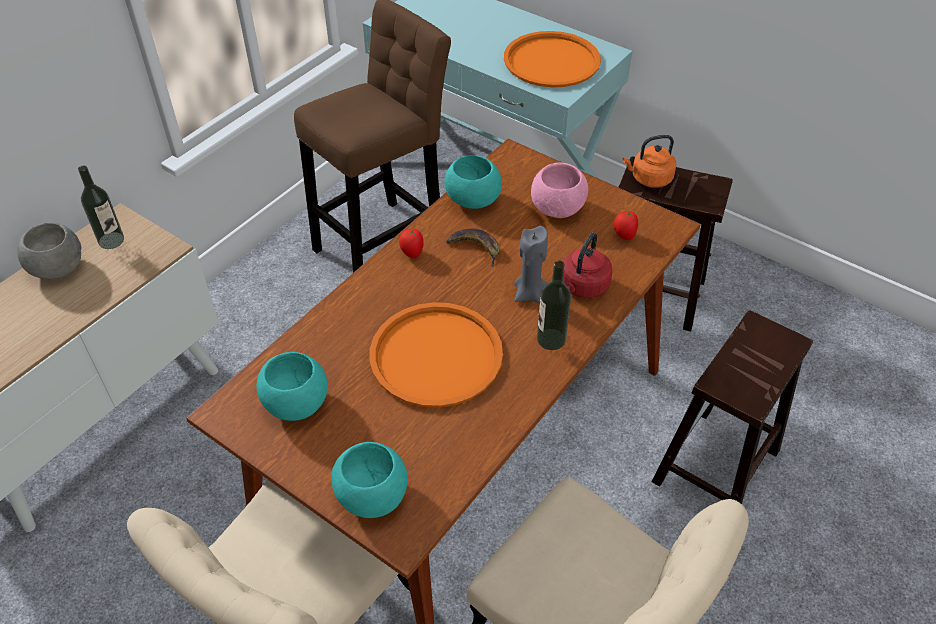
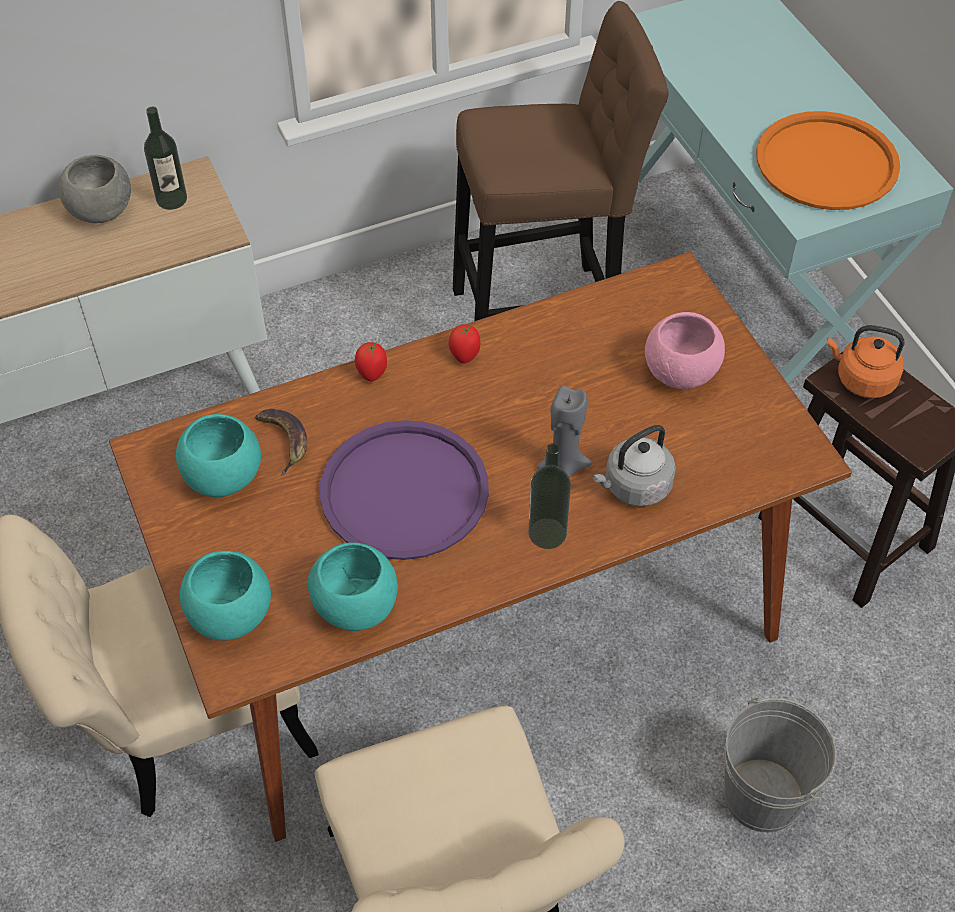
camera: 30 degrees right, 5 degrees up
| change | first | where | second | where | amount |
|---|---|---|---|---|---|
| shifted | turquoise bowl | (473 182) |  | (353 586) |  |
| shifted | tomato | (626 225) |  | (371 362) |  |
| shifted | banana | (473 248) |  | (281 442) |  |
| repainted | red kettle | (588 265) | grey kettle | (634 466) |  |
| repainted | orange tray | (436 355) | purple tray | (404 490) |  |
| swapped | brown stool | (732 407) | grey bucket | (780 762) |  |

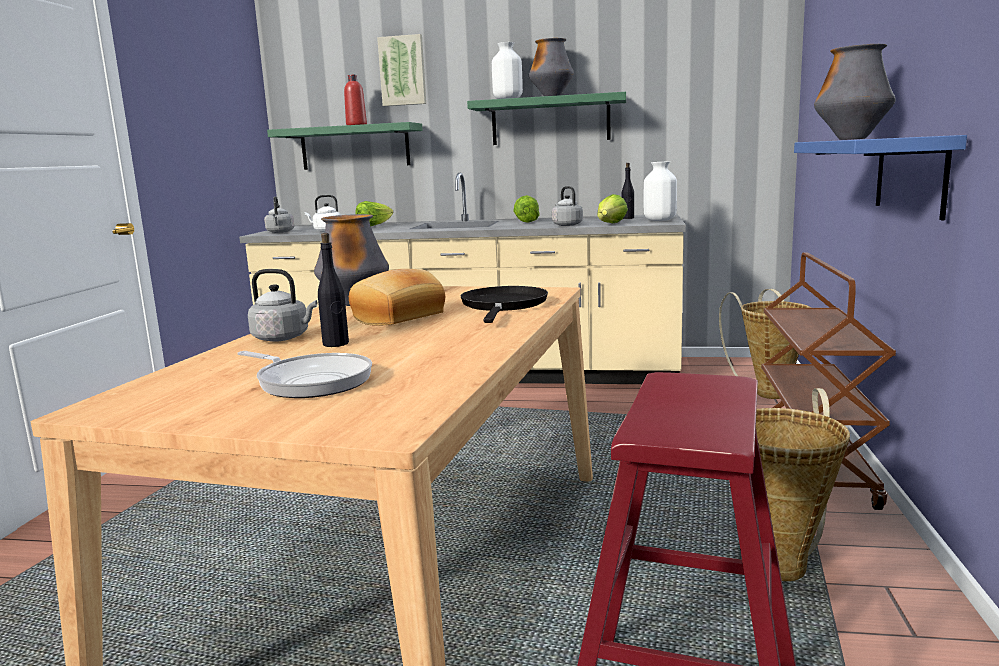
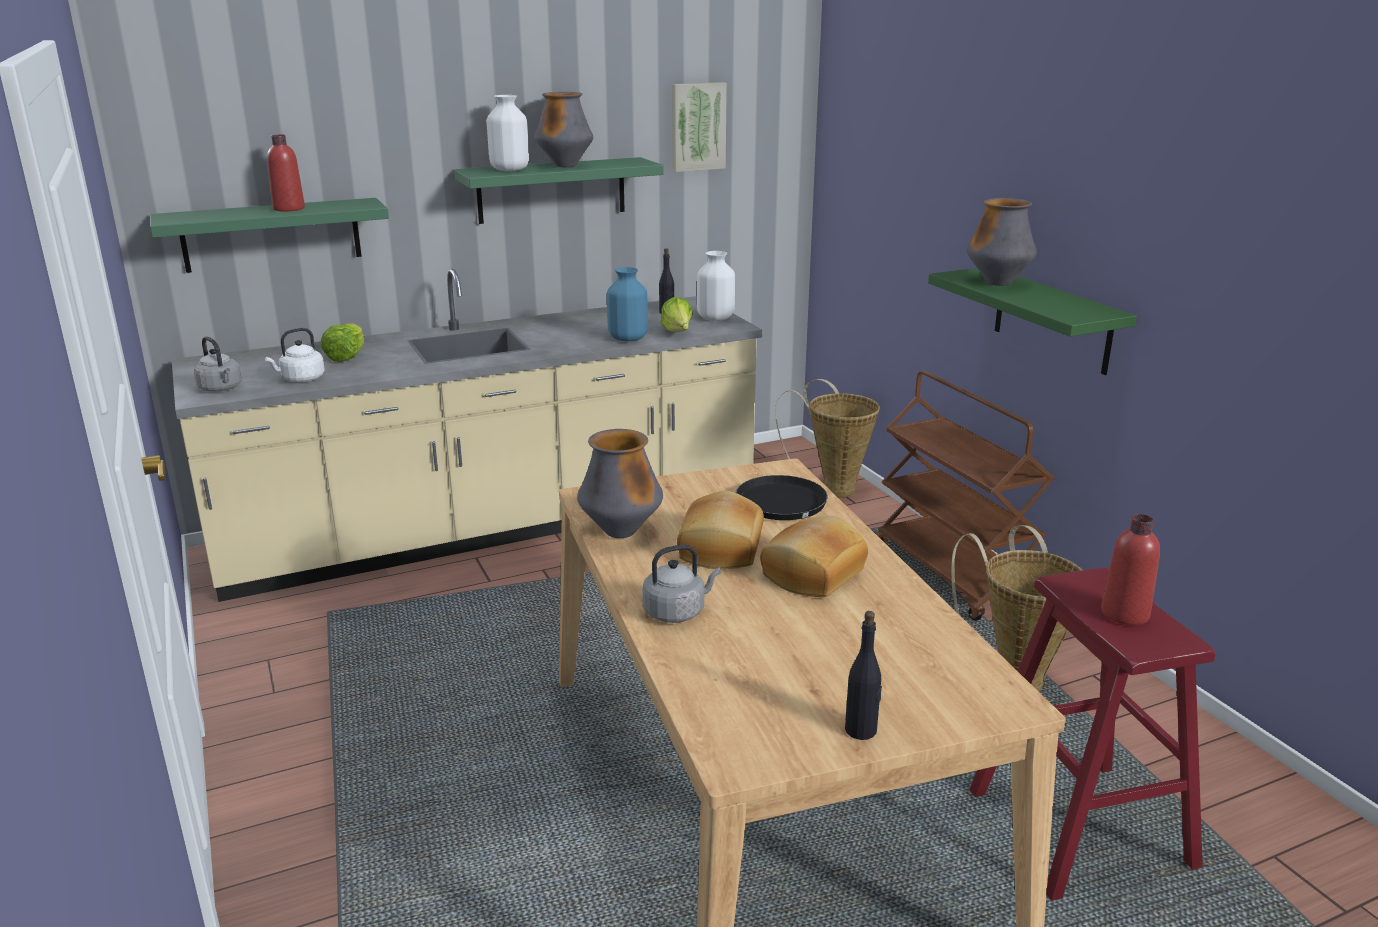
camera: 35 degrees left, 10 degrees up
| change | first | where | second | where | amount |
|---|---|---|---|---|---|
| shifted | picture | (401 70) |  | (699 127) |  |
| repainted | blue shelf | (880 177) | green shelf | (1032 321) |  |
| swapped | grey kettle | (567 206) | blue vase | (627 304) |  |
| gone | lettuce | (526 209) |  |  |  |
| shifted | black bottle | (333 290) |  | (863 675) |  |
| gone | frying pan | (304 374) |  |  |  |
| new |  |  | red bottle | (1130 569) |  |
| new |  |  | bread | (814 556) |  |

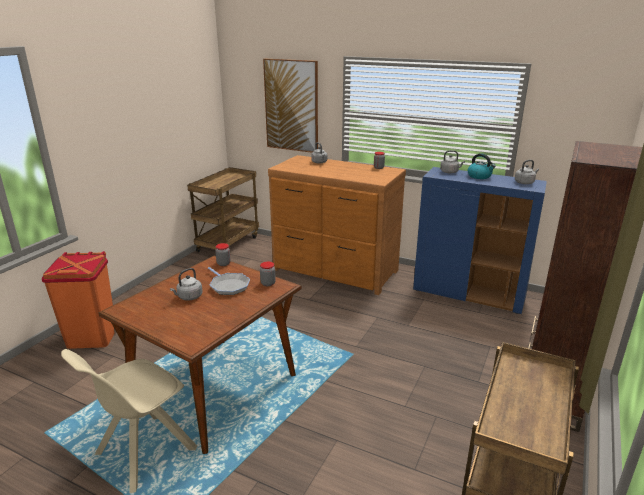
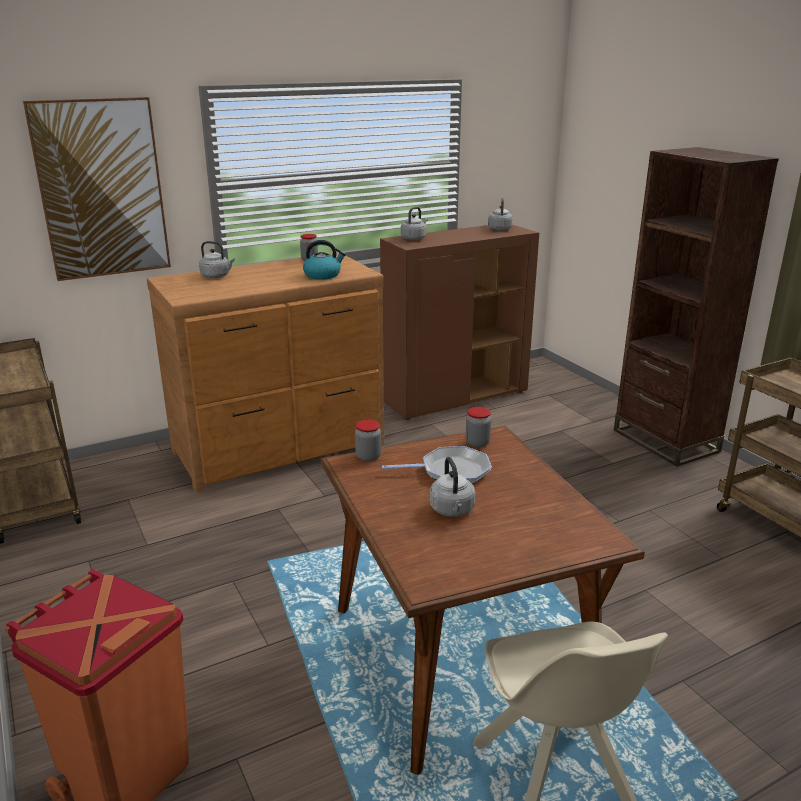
camera: 55 degrees left, 0 degrees up
| change | first | where | second | where | amount |
|---|---|---|---|---|---|
| shifted | kettle | (482 166) |  | (324 260) |  |
| repainted | blue cabinet | (480 240) | brown cabinet | (459 322) |  |

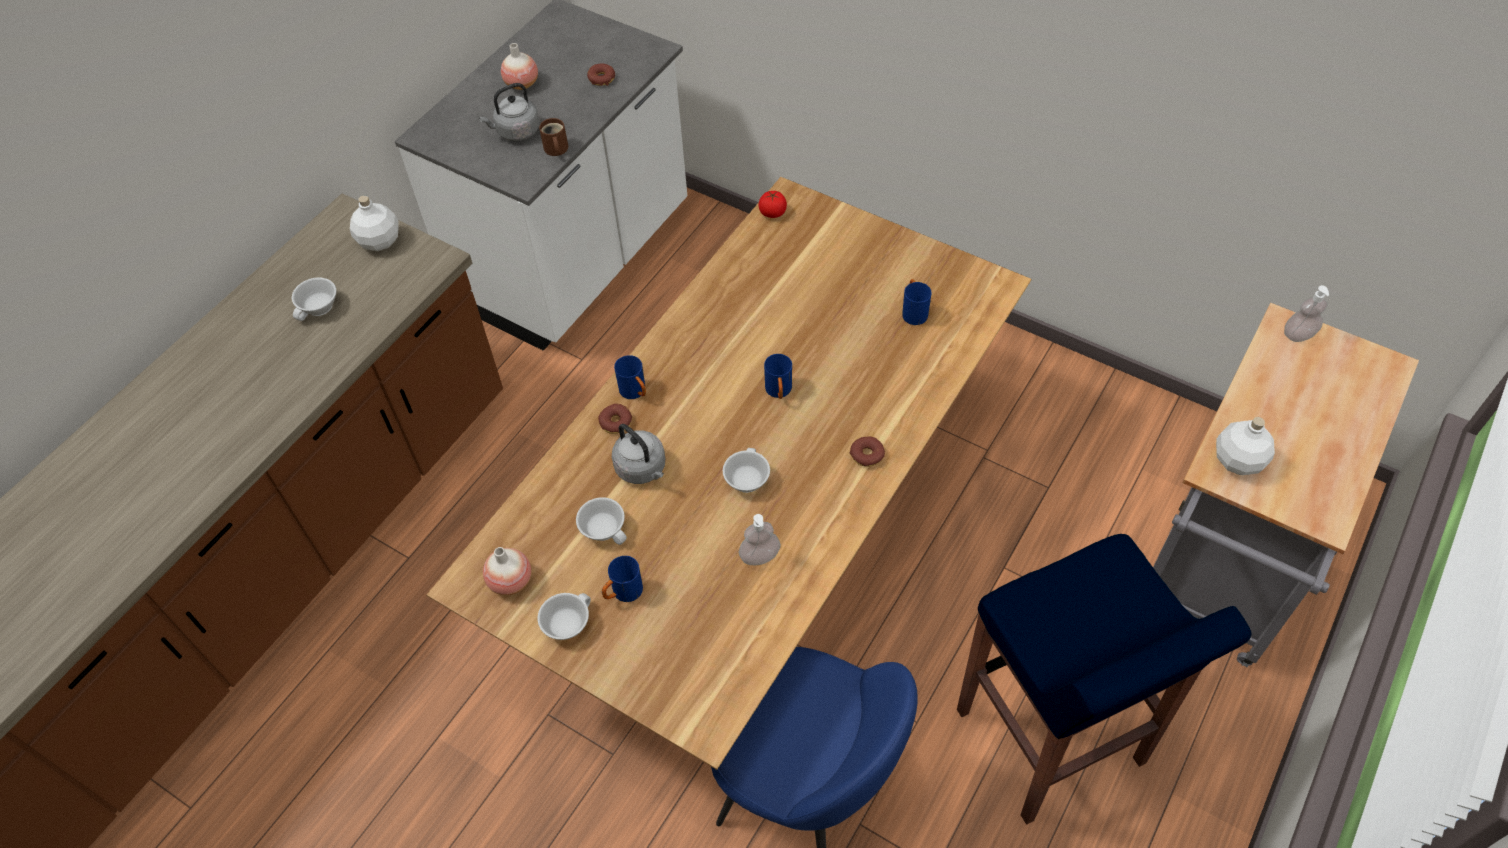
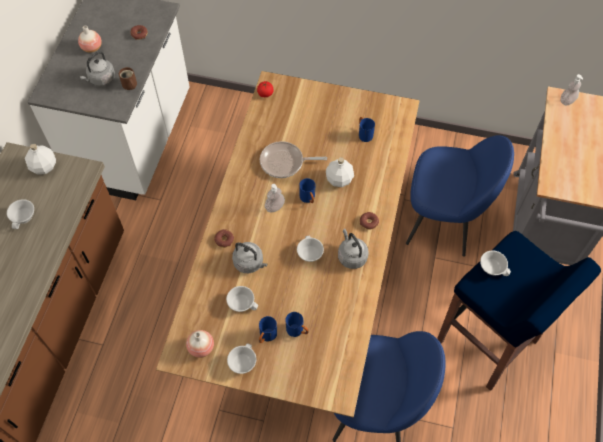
camera: 20 degrees left, 5 degrees up
| change | first | where | second | where | amount |
|---|---|---|---|---|---|
| shifted | blue mug | (630 377) |  | (297 324) |  |
| shifted | white bottle | (1245 446) |  | (340 172) |  |
| shifted | soap dispenser | (759 539) |  | (275 198) |  |
| new |  |  | blue chair | (460 196) |  |
| new |  |  | frying pan | (293 159) |  |
| new |  |  | grey kettle | (353 249) |  |
| new |  |  | white cup | (495 263) |  |

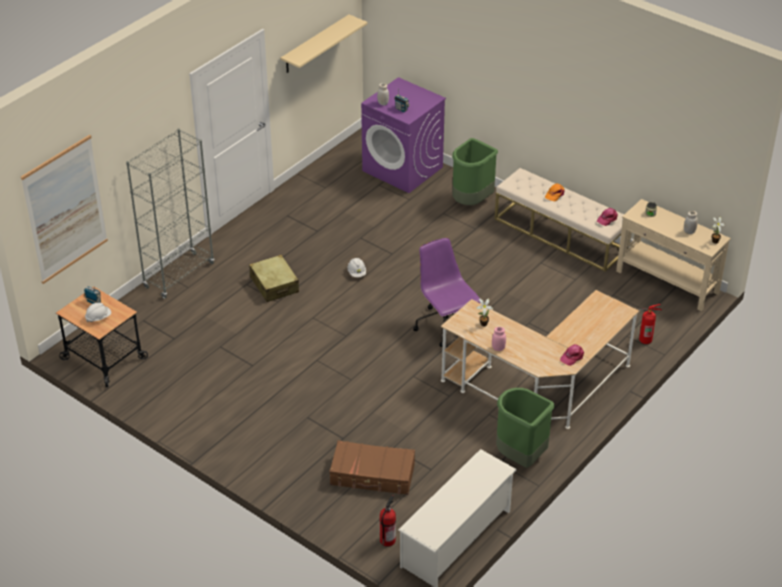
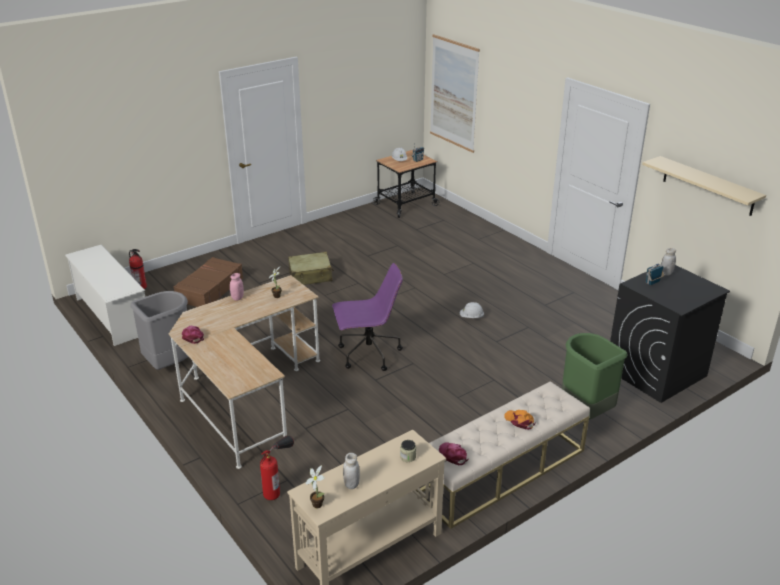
camera: 105 degrees right, 10 degrees down
| change | first | where | second | where | amount |
|---|---|---|---|---|---|
| repainted | purple washing machine | (403 135) | black washing machine | (670 334) |  |
| gone | grey bookcase | (170 214) |  |  |  |
| shifted | beige suitcase | (274 278) |  | (311 268) |  |
| repainted | green trash can | (525 428) | grey trash can | (159 330) |  |

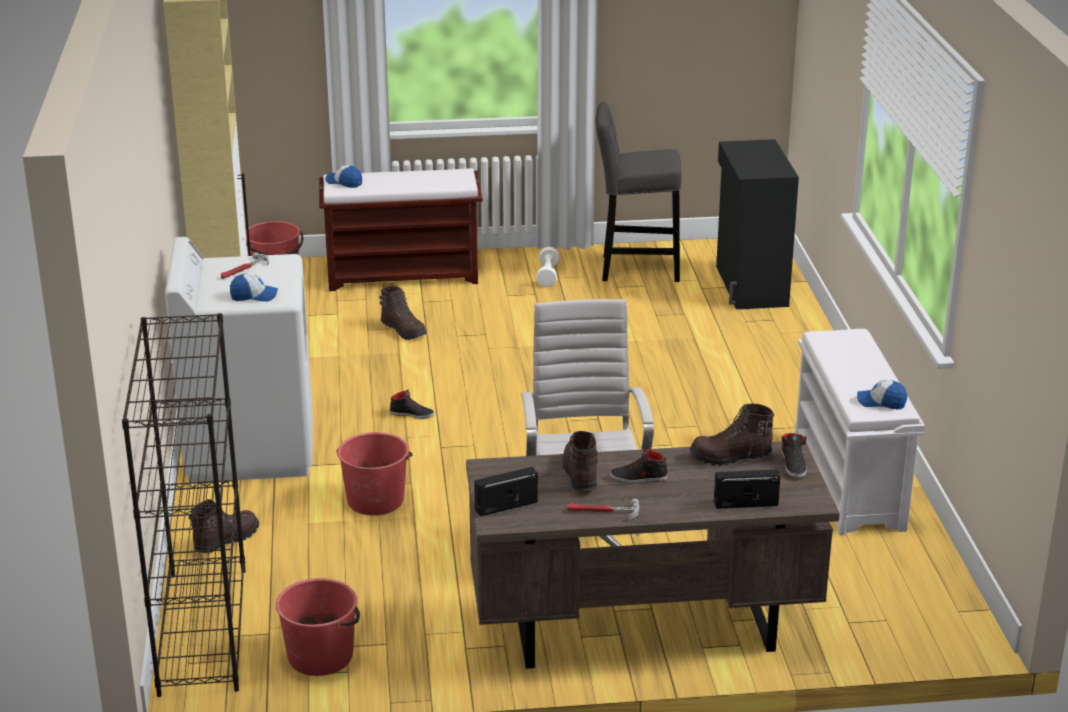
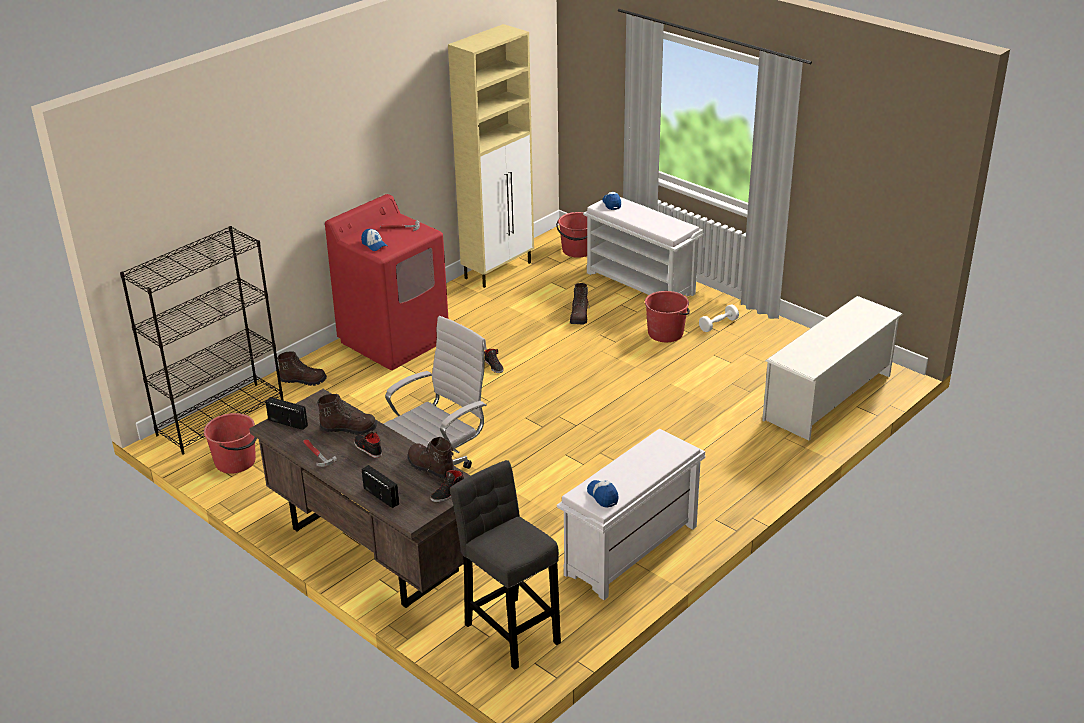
camera: 50 degrees right, 5 degrees up
| change | first | where | second | where | amount |
|---|---|---|---|---|---|
| shifted | grey stool | (638 192) |  | (505 565) |  |
| swapped | black cabinet | (757 224) | white shoe rack | (832 368) |  |
| repainted | brown bench | (401 229) | white bench | (643 246) |  |
| repainted | white washing machine | (238 360) | red washing machine | (387 282) |  |
| rotated | brown boot | (580 461) |  | (347 414) | 45 degrees clockwise |
| shifted | red bucket | (374 473) |  | (667 316) |  |

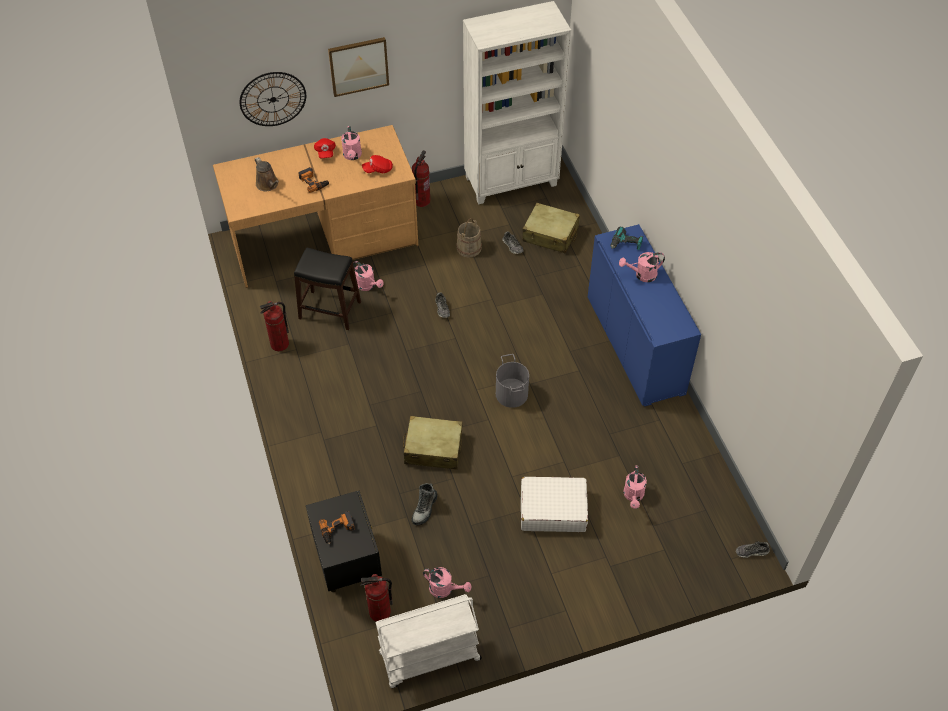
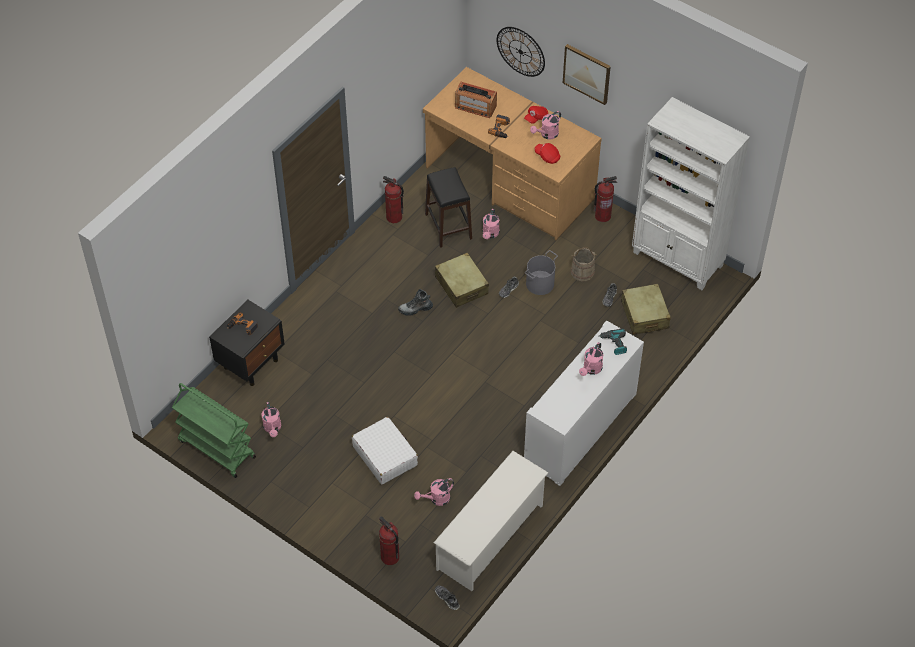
camera: 55 degrees right, 0 degrees up
| change | first | where | second | where | amount |
|---|---|---|---|---|---|
| swapped | brown watering can | (267 174) | radio | (476 100) |  |
| repainted | blue cabinet | (644 315) | white cabinet | (584 403) |  |
| rotated | pink watering can | (642 267) |  | (591 359) | 105 degrees counterclockwise |
| shifted | grey bucket | (512 381) |  | (541 272) |  |
| shifted | beige suitcase | (433 443) |  | (462 280) |  |
| shifted | boot | (425 504) |  | (415 302) |  |
| shifted | fire extinguisher | (376 597) |  | (389 540) |  |
| repainted | white cart | (428 641) | green cart | (214 430) |  |
| new |  |  | white shoe rack | (491 521) |  |

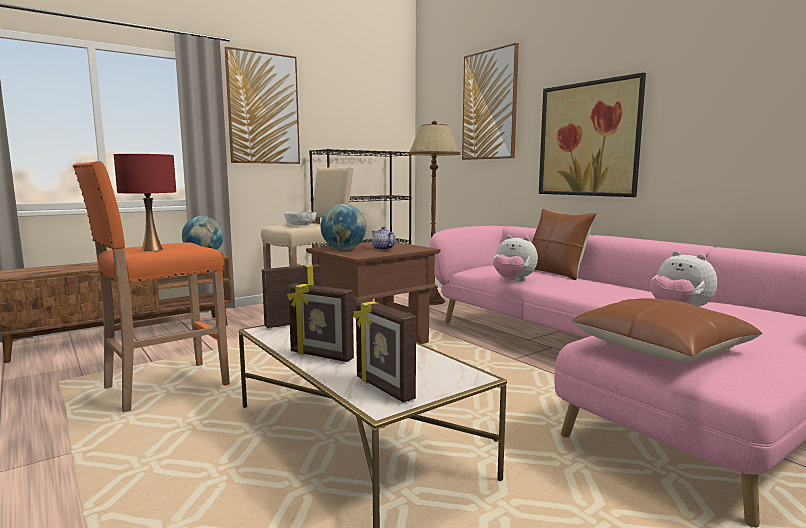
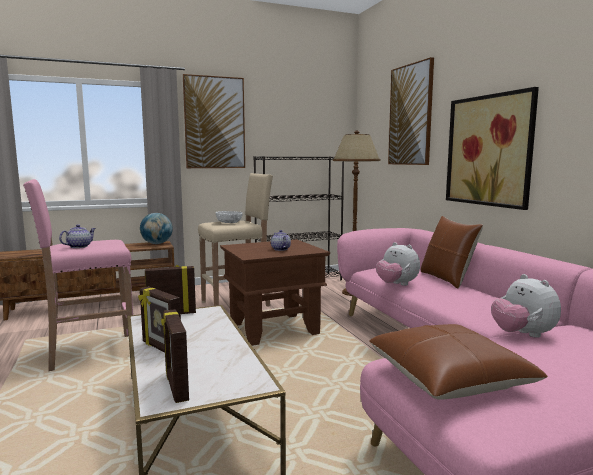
camera: 15 degrees right, 0 degrees up
| change | first | where | second | where | amount |
|---|---|---|---|---|---|
| swapped | red table lamp | (145 202) | teapot | (77 236) |  |
| repainted | orange stool | (151 287) | pink stool | (78 275) |  |
| gone | globe | (344 227) |  |  |  |

